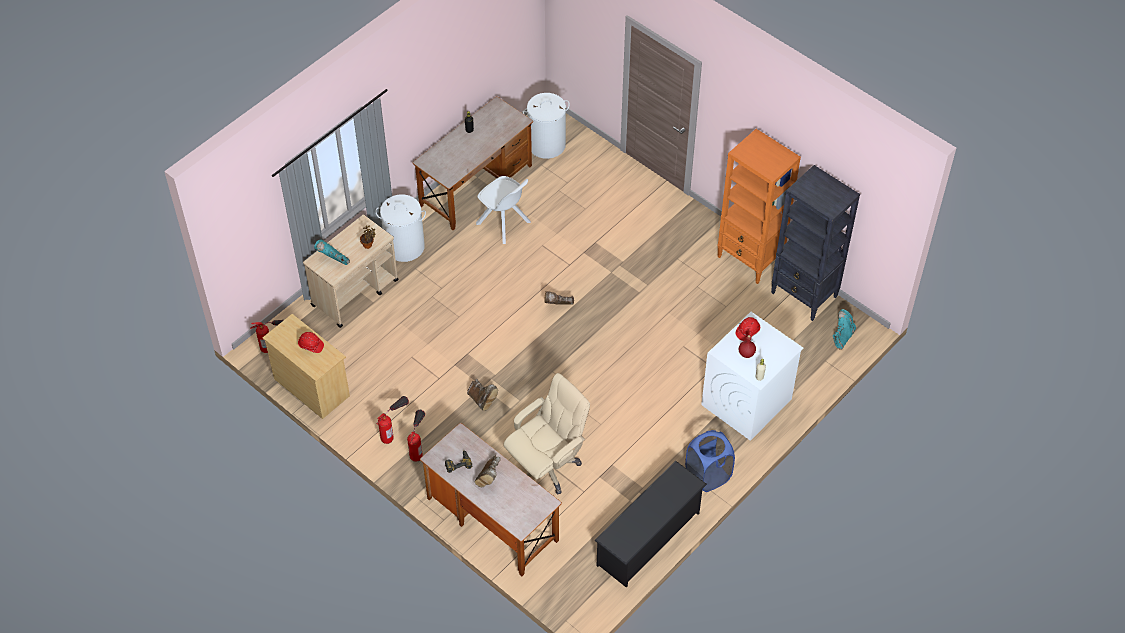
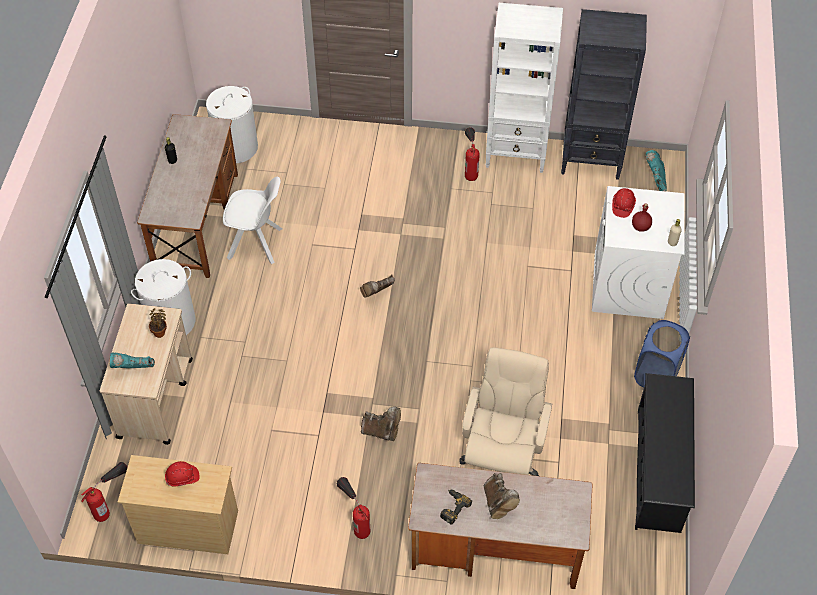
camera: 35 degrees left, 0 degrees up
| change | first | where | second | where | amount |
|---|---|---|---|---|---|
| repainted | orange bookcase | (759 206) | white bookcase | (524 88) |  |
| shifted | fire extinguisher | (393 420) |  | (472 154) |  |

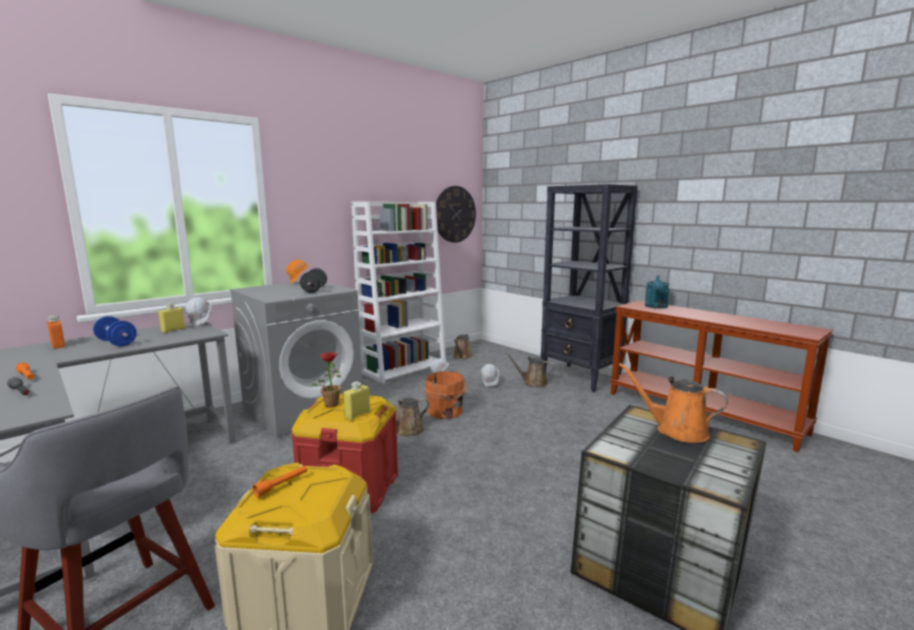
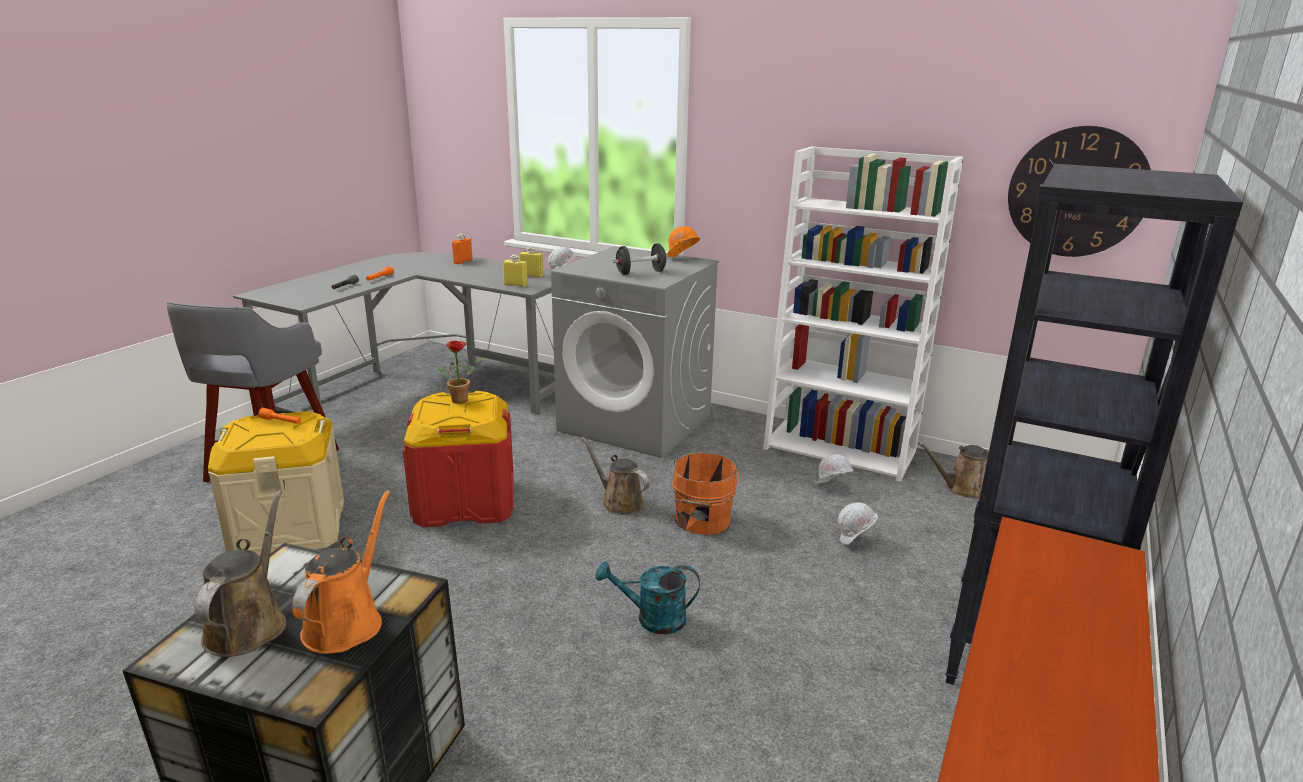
camera: 70 degrees right, 10 degrees up
| change | first | where | second | where | amount |
|---|---|---|---|---|---|
| shifted | turquoise watering can | (657 292) |  | (647 597) |  |
| gone | blue dumbbell | (115 331) |  |  |  |
| shifted | brown watering can | (529 369) |  | (240 574) |  |
| shifted | yellow bottle | (356 400) |  | (515 271) |  |

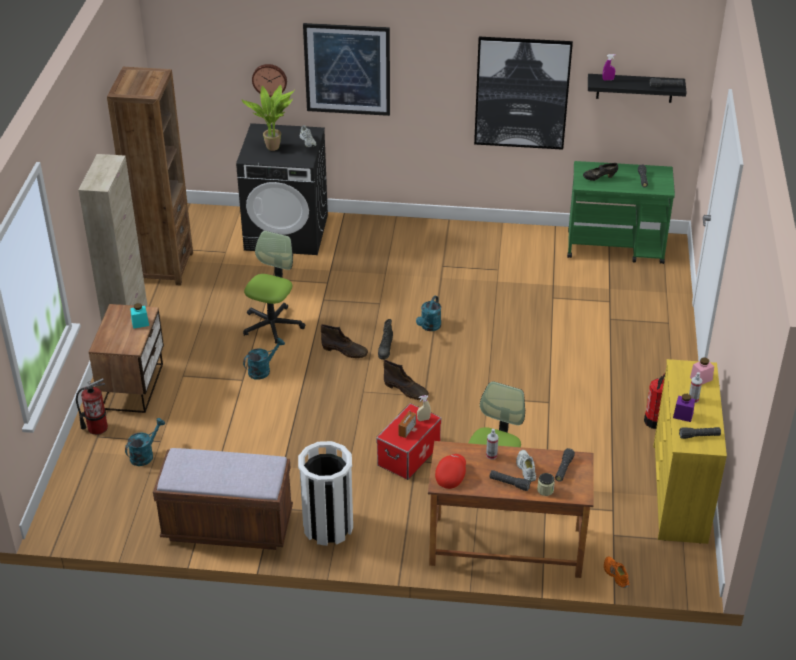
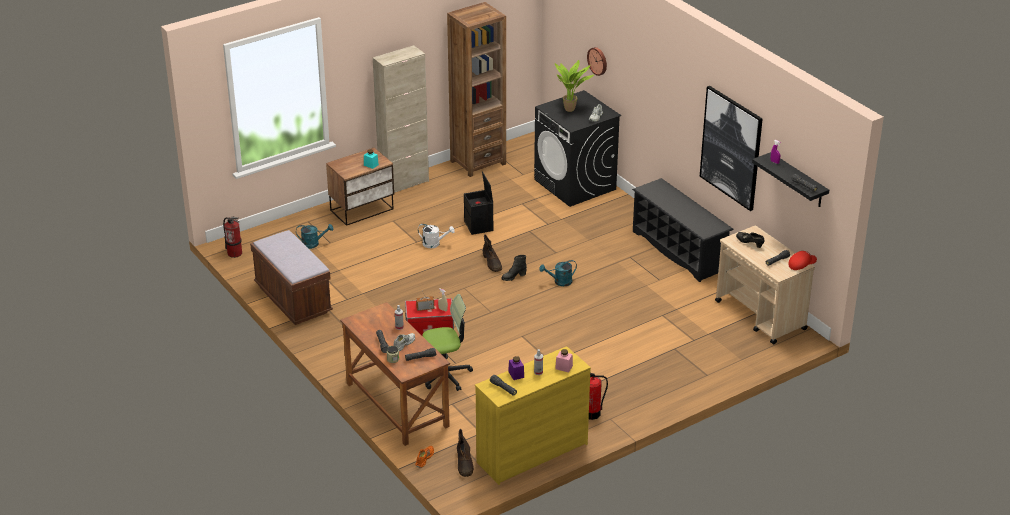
camera: 50 degrees right, 5 degrees down
| change | first | where | second | where | amount |
|---|---|---|---|---|---|
| gone | picture | (346 69) |  |  |  |
| repainted | green cart | (621 212) | beige cart | (765 285) |  |
| swapped | office chair | (274 287) | black storage box | (478 203) |  |
| repainted | turquoise watering can | (264 359) | white watering can | (436 236) |  |
| shifted | brown boot | (406 380) |  | (465 453) |  |
| shifted | fire extinguisher | (92 406) |  | (232 237) |  |
| gone | white trash can | (325 493) |  |  |  |
| shifted | red cap | (450 471) |  | (802 260) |  |
| new |  |  | black shoe rack | (683 230) |  |

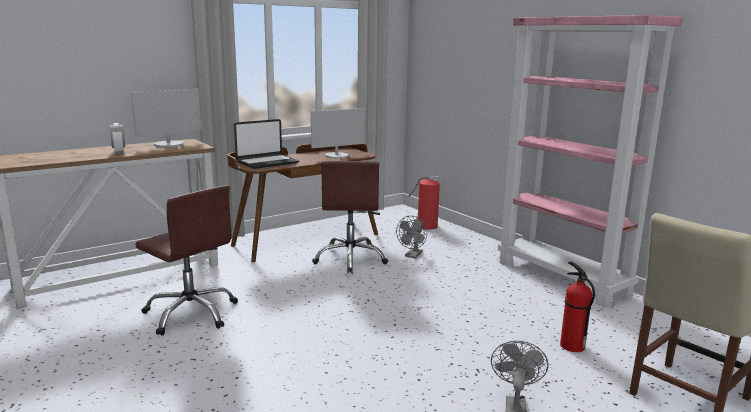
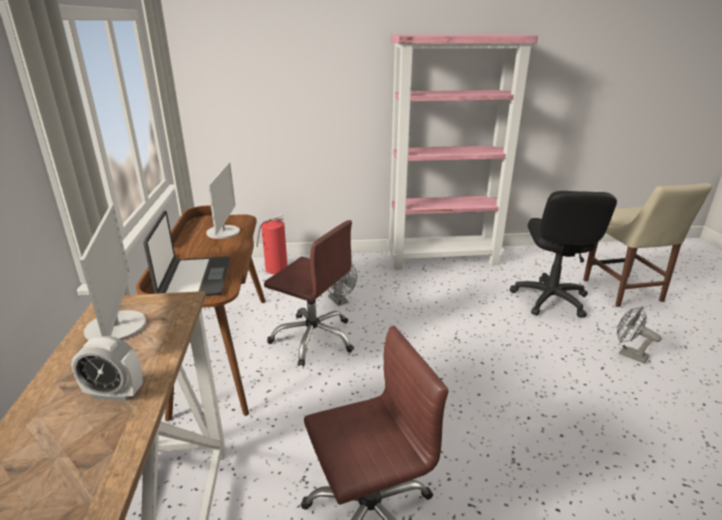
camera: 60 degrees left, 10 degrees up
| change | first | where | second | where | amount |
|---|---|---|---|---|---|
| swapped | fire extinguisher | (577 306) | black office chair | (563 254) |  |

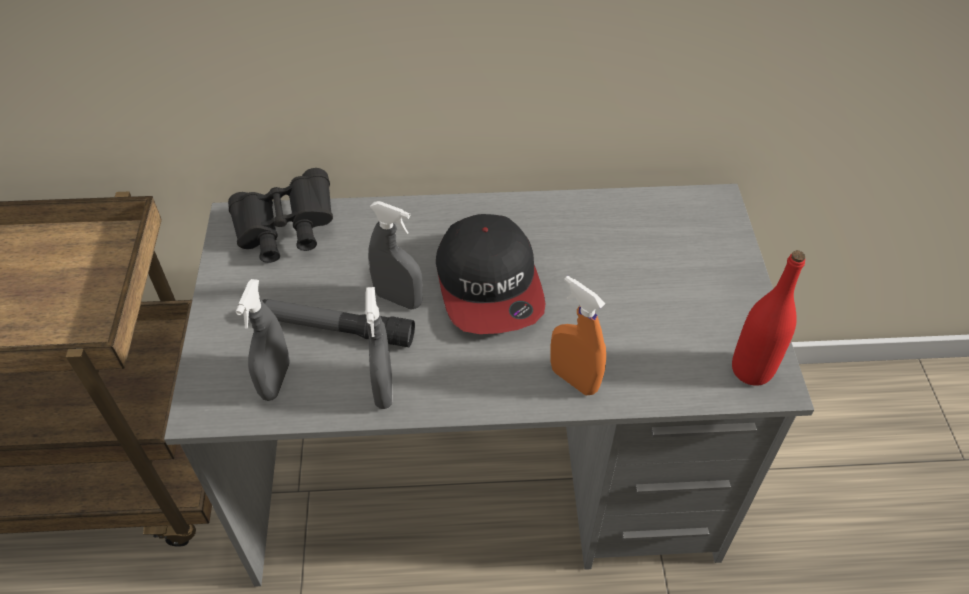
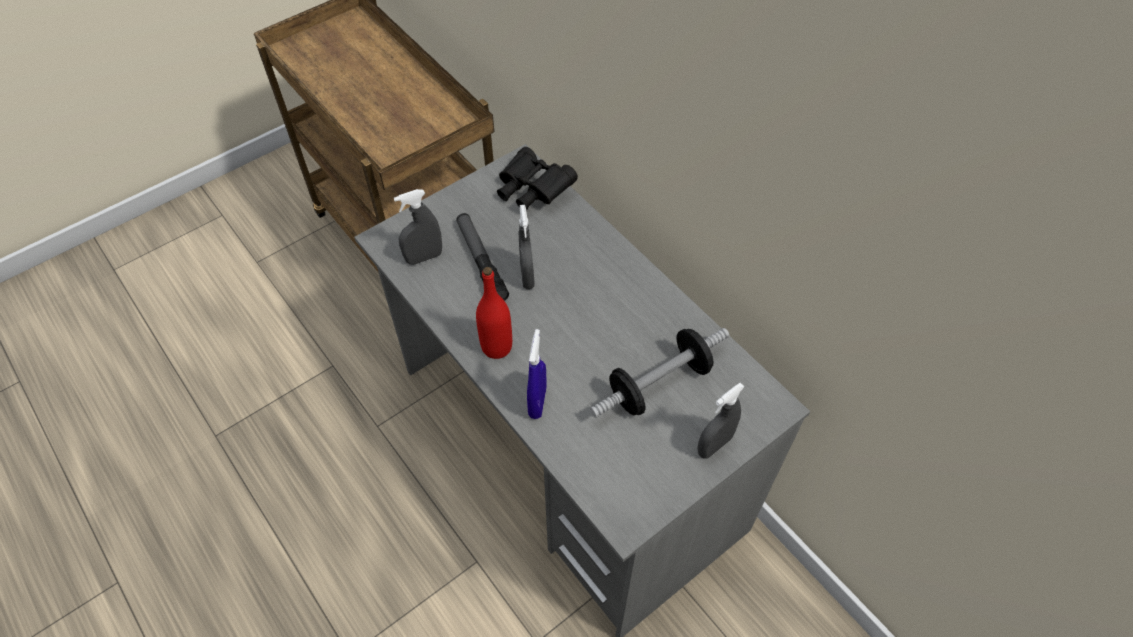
camera: 55 degrees right, 5 degrees up
| change | first | where | second | where | amount |
|---|---|---|---|---|---|
| gone | cap | (490 274) |  |  |  |
| shifted | red bottle | (768 318) |  | (494 313) |  |
| repainted | orange spray bottle | (578 335) | blue spray bottle | (536 374) |  |
| shifted | grey spray bottle | (379 348) |  | (720 421) |  |
| new |  |  | dumbbell | (659 373) |  |

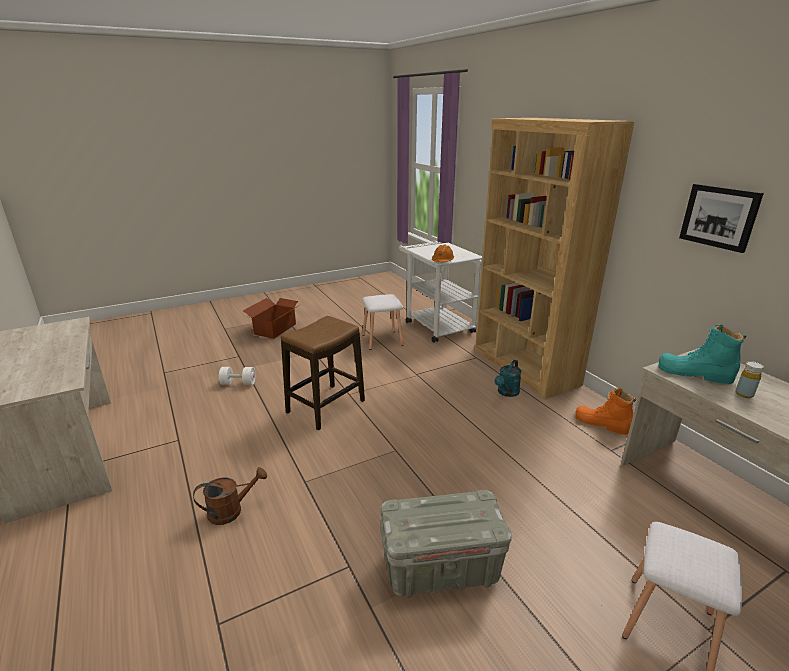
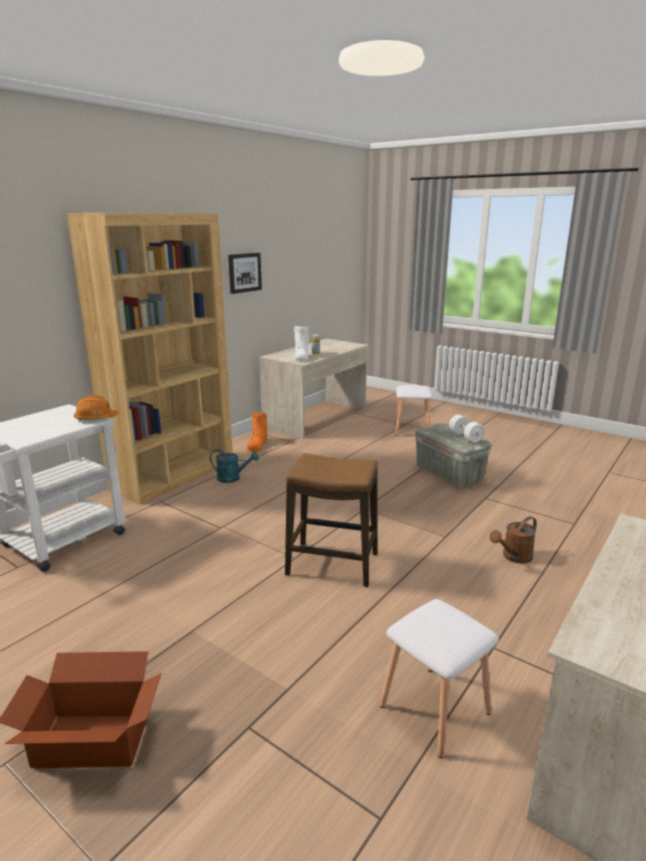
camera: 115 degrees left, 5 degrees down
| change | first | where | second | where | amount |
|---|---|---|---|---|---|
| shifted | white stool | (383 322) |  | (439 678) |  |
| repainted | turquoise boot | (702 354) | white boot | (301 344) |  |
| shifted | white dumbbell | (237 376) |  | (467 429) |  |
| rotated | brown watering can | (230 496) |  | (513 540) | 75 degrees counterclockwise |

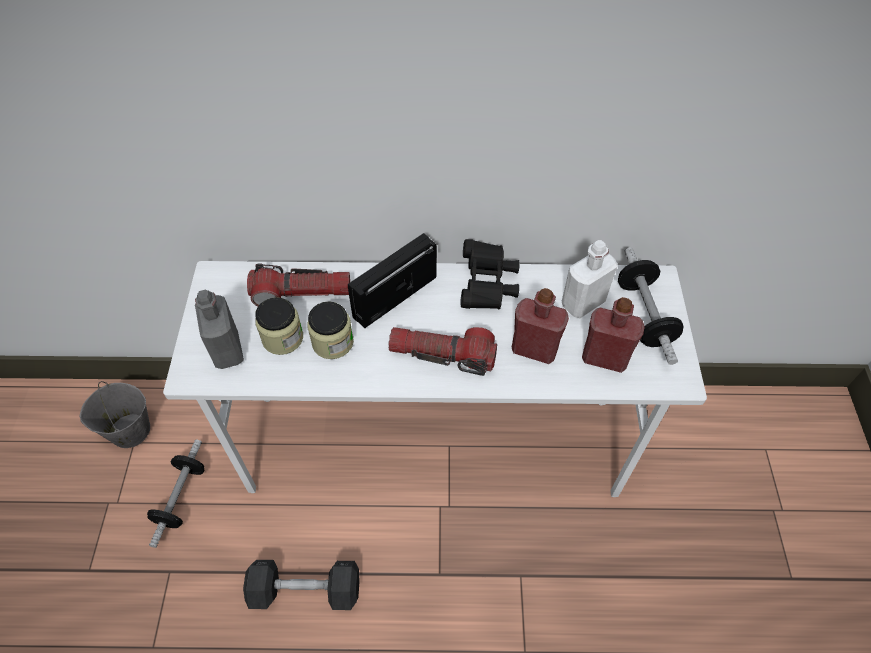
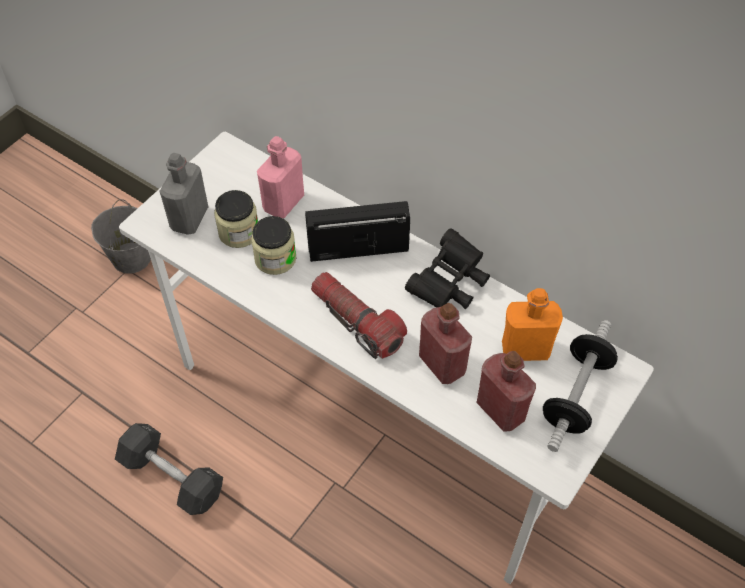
camera: 35 degrees right, 0 degrees up
| change | first | where | second | where | amount |
|---|---|---|---|---|---|
| repainted | white bottle | (589 279) | orange bottle | (532 324) |  |
| swapped | flashlight | (298 284) | pink bottle | (280 177) |  |
| gone | dumbbell | (175 493) |  |  |  |

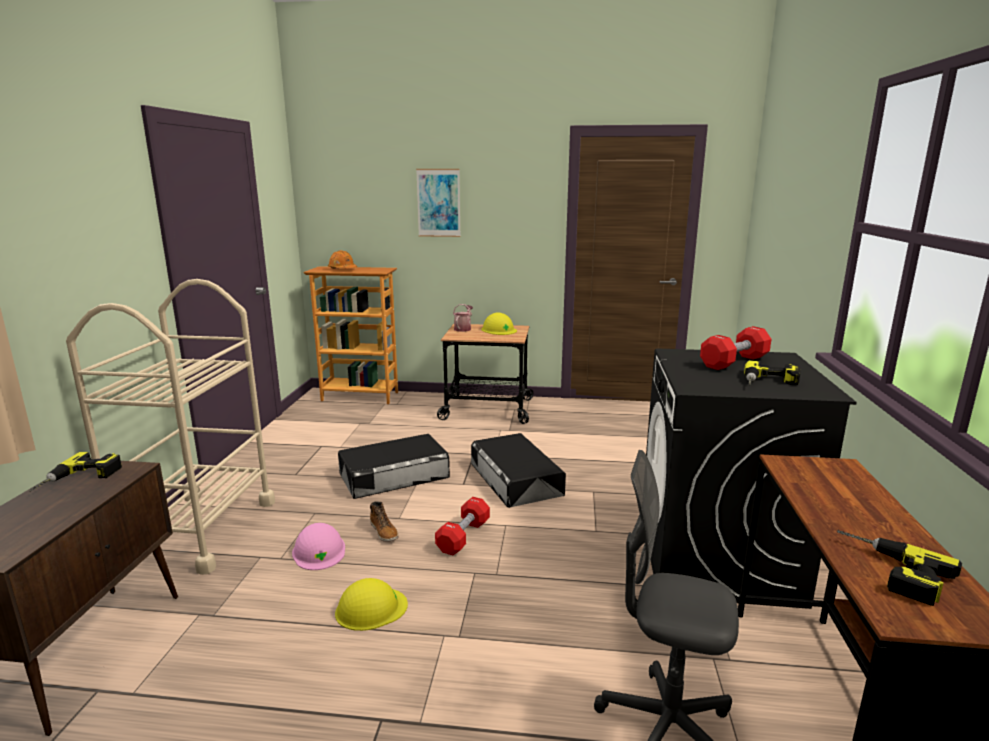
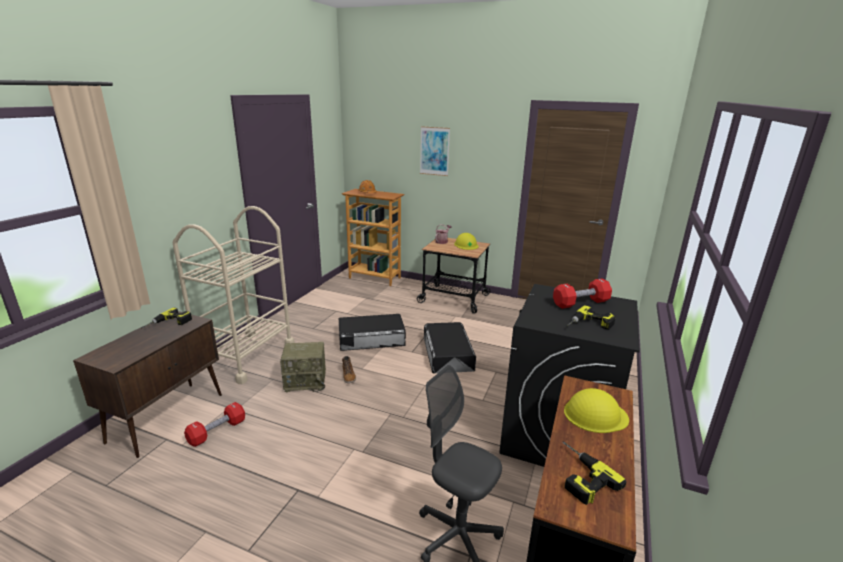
camera: 15 degrees right, 5 degrees up
| change | first | where | second | where | amount |
|---|---|---|---|---|---|
| shifted | red dumbbell | (462 526) |  | (214 424) |  |
| swapped | pink hard hat | (318 546) | radio | (303 367) |  |
| shifted | yellow hard hat | (371 604) |  | (596 410) |  |

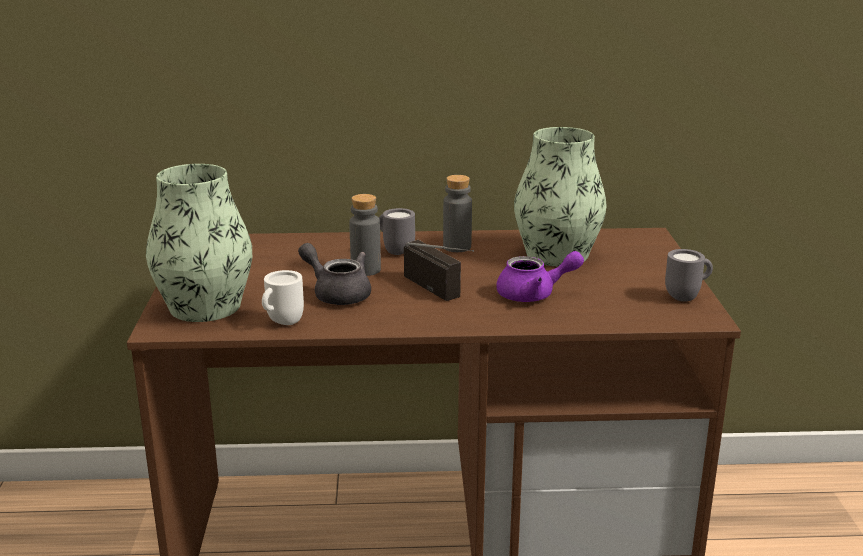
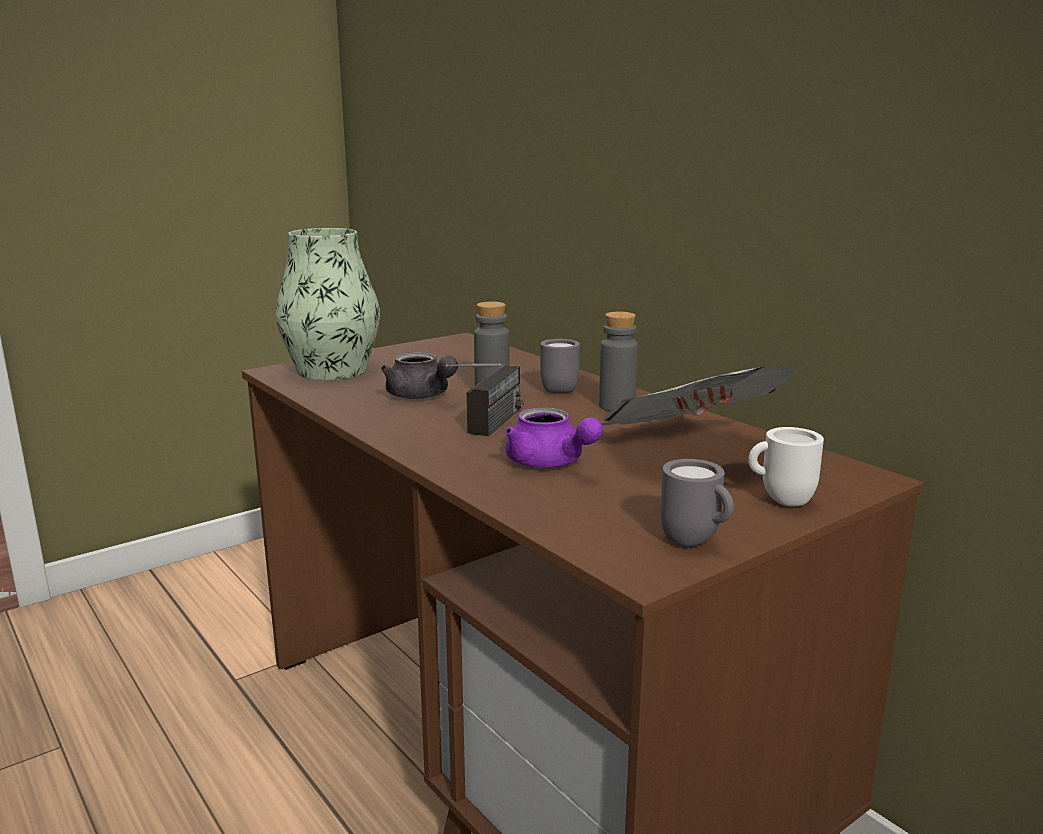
camera: 55 degrees right, 5 degrees down
| change | first | where | second | where | amount |
|---|---|---|---|---|---|
| swapped | vase | (560 197) | newspaper | (699 395) |  |
| rotated | grey teapot | (334 274) |  | (419 375) | 135 degrees clockwise |
| shifted | white mug | (283 297) |  | (786 466) |  |

